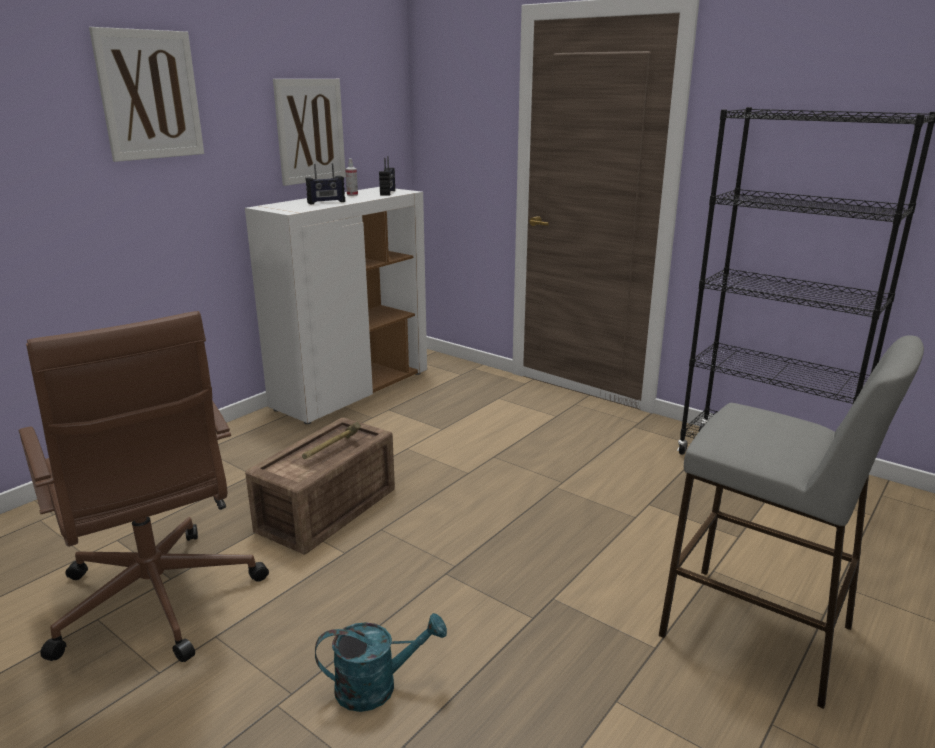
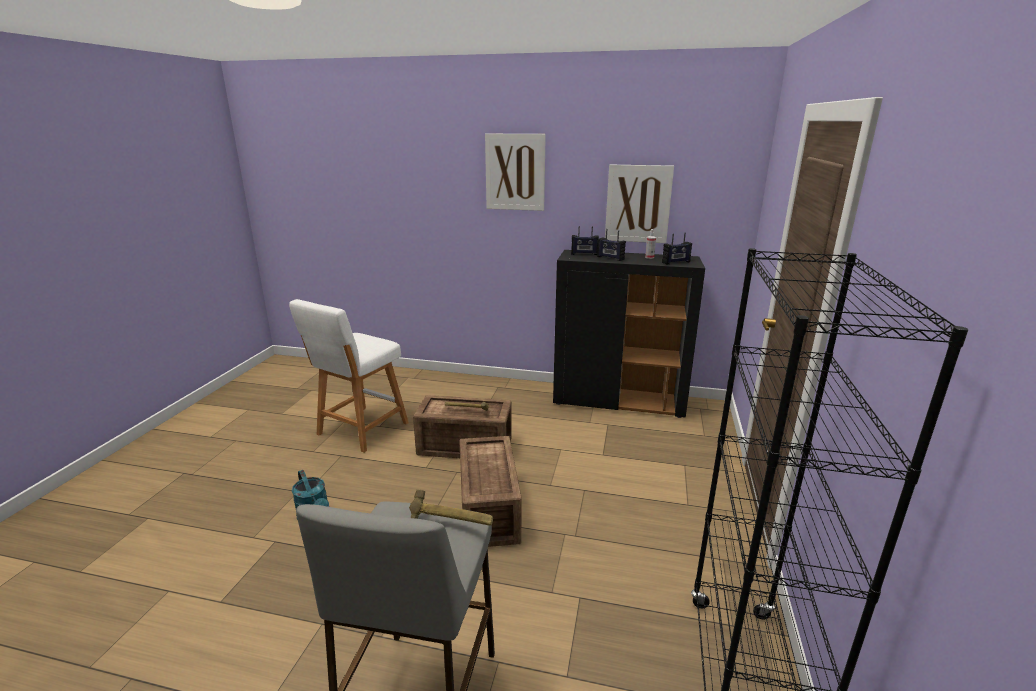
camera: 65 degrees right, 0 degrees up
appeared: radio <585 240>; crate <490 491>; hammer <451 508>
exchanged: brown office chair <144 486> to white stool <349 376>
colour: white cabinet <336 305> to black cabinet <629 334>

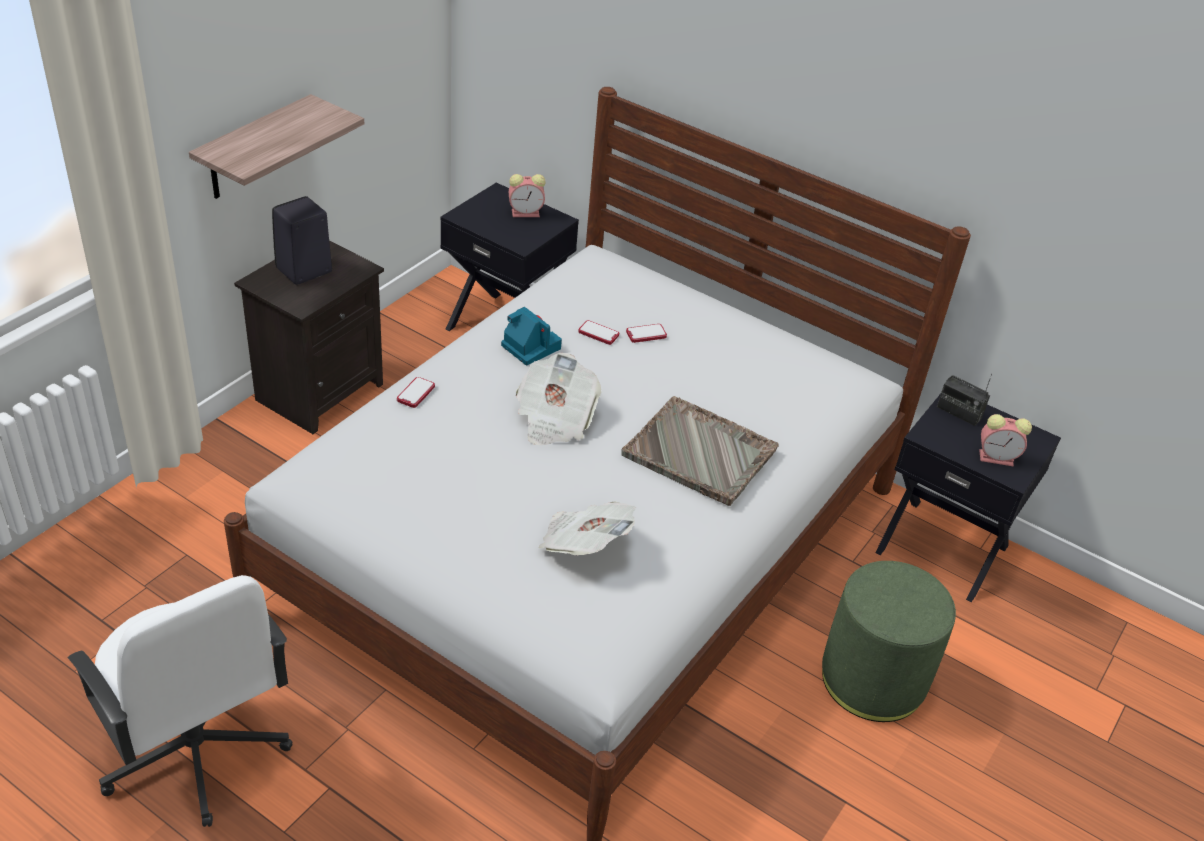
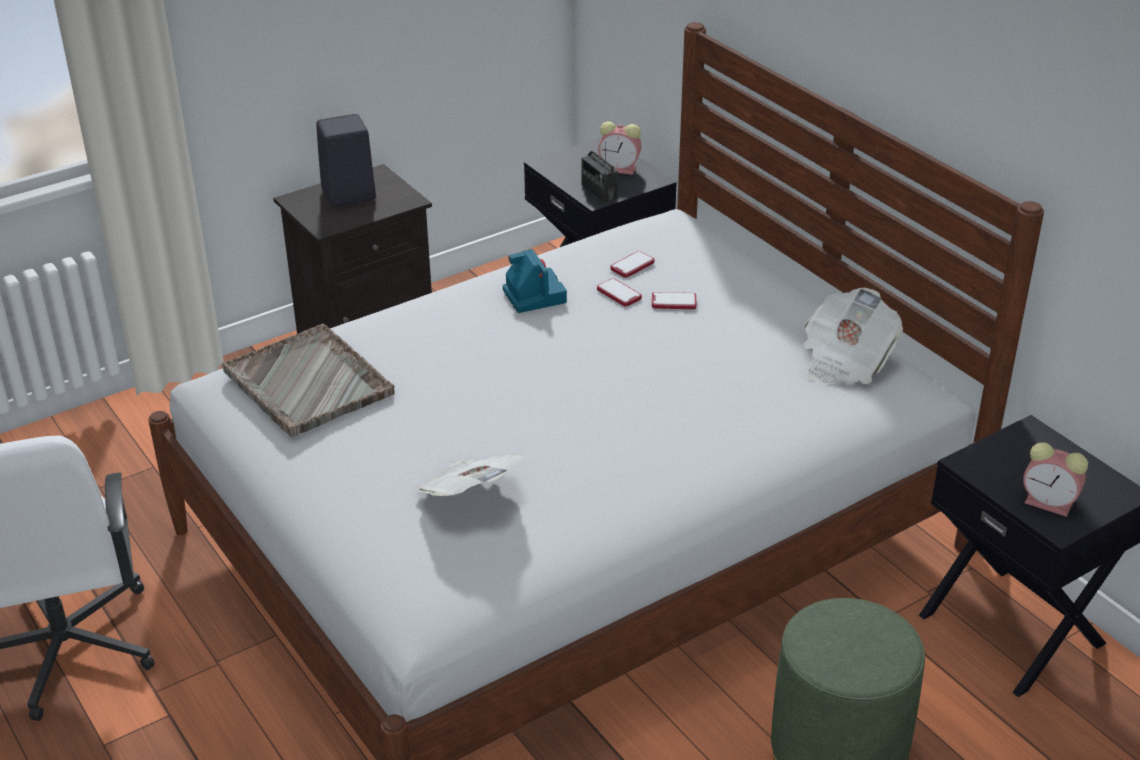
camera: 25 degrees right, 5 degrees down
missing: shelf <276 146>
relocated: newspaper <559 399> to <853 336>; radio <964 400> to <599 172>; phone <416 392> to <632 264>; grey tray <700 451> to <308 380>

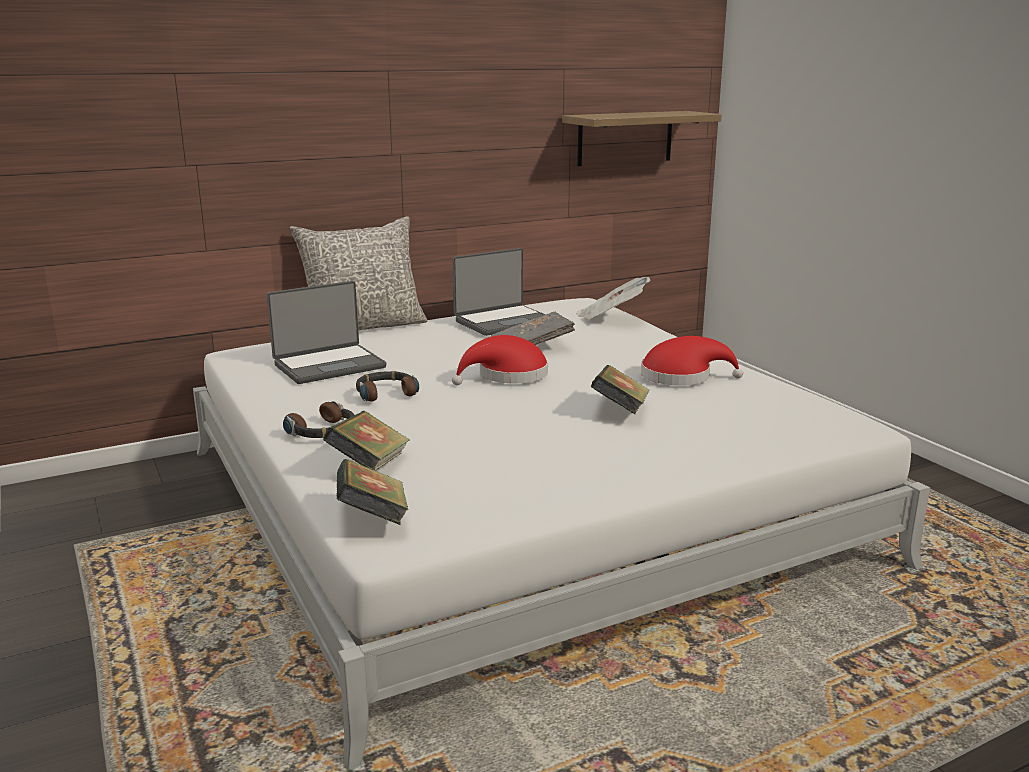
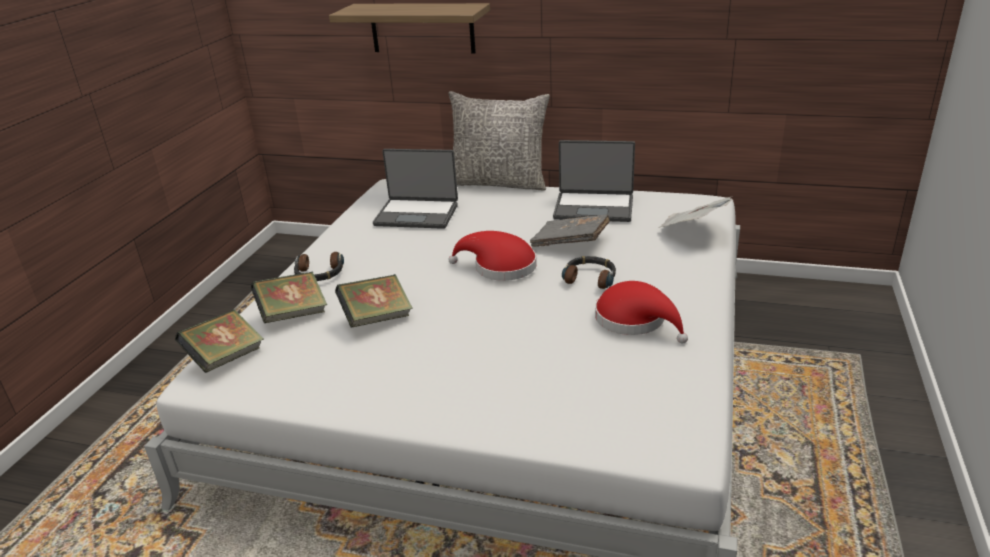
camera: 45 degrees right, 10 degrees up
relocated: shelf <642 138> to <409 28>; book <620 389> to <374 301>; headphones <387 386> to <589 272>

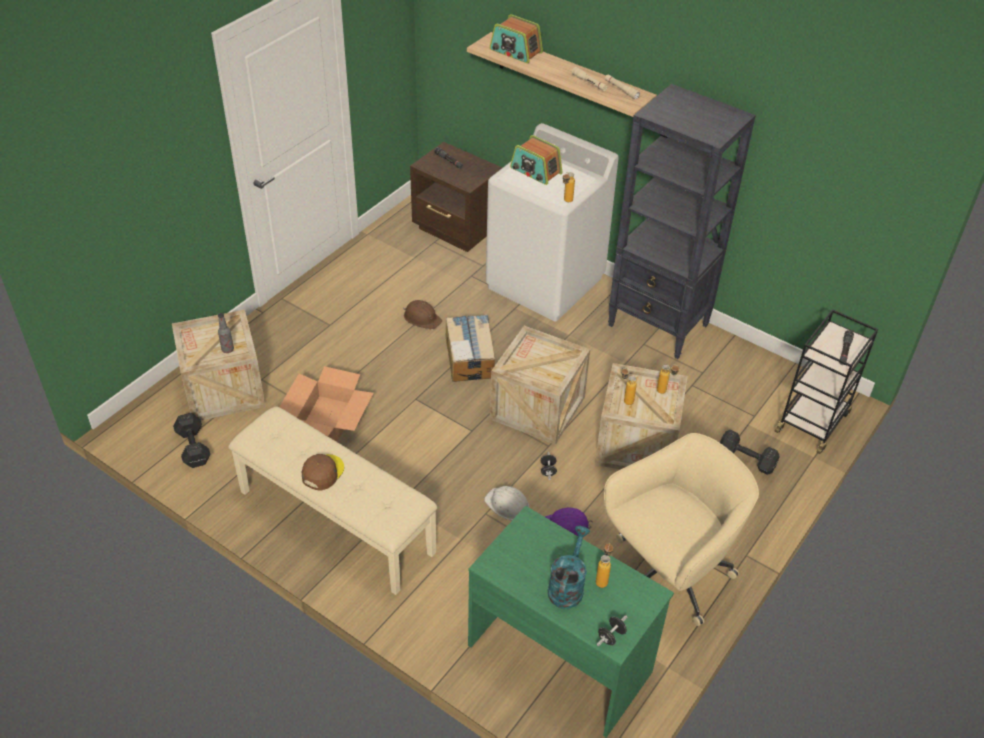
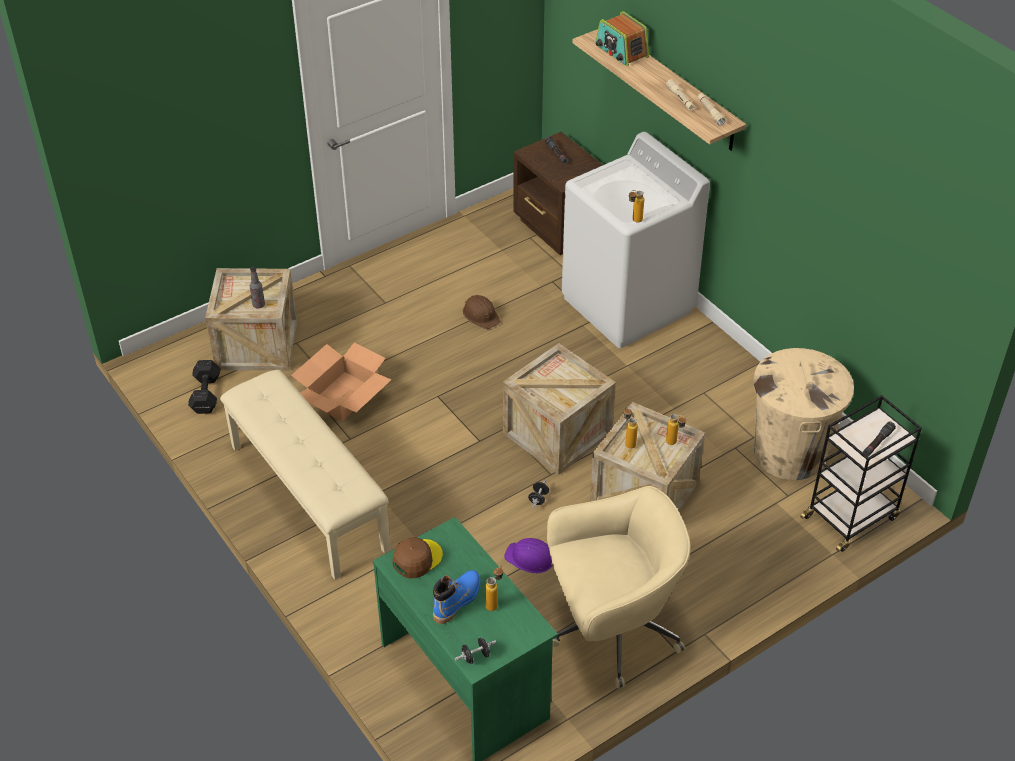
camera: 20 degrees right, 0 degrees up
missing: black bookcase <682 221>; radio <536 160>; cardboard box <470 348>; black dumbbell <749 452>; white hard hat <507 503>
appeared: beige trash can <803 414>
relocated: brown cap <323 472> to <418 557>
exchanged: turquoise watering can <569 567> to blue boot <457 597>

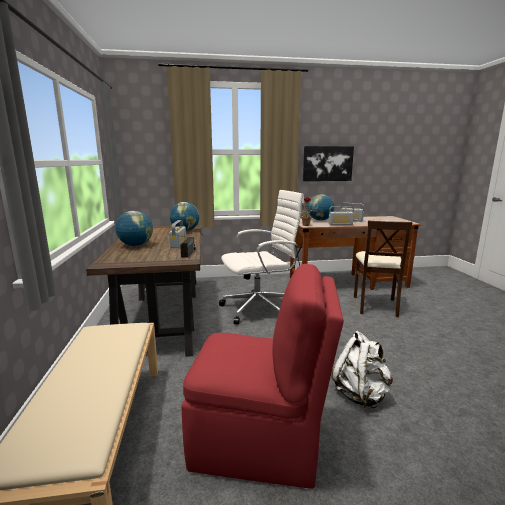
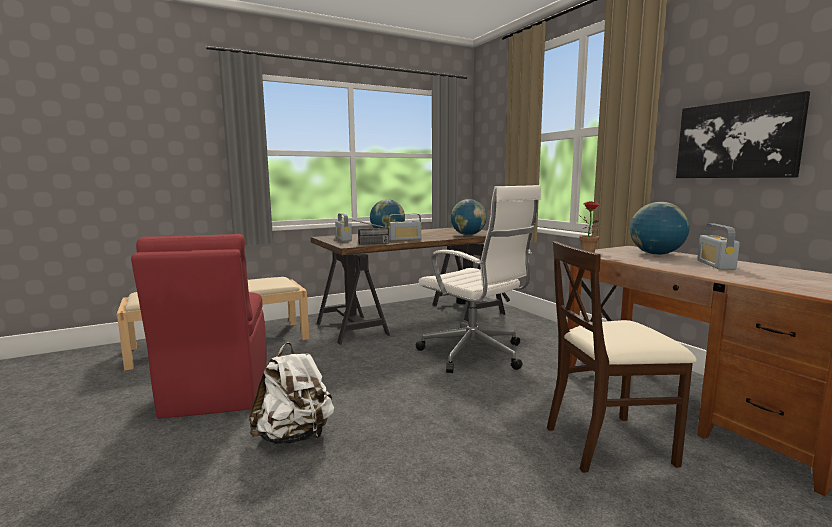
camera: 70 degrees right, 5 degrees down
relocated: radio <341 215> to <343 227>

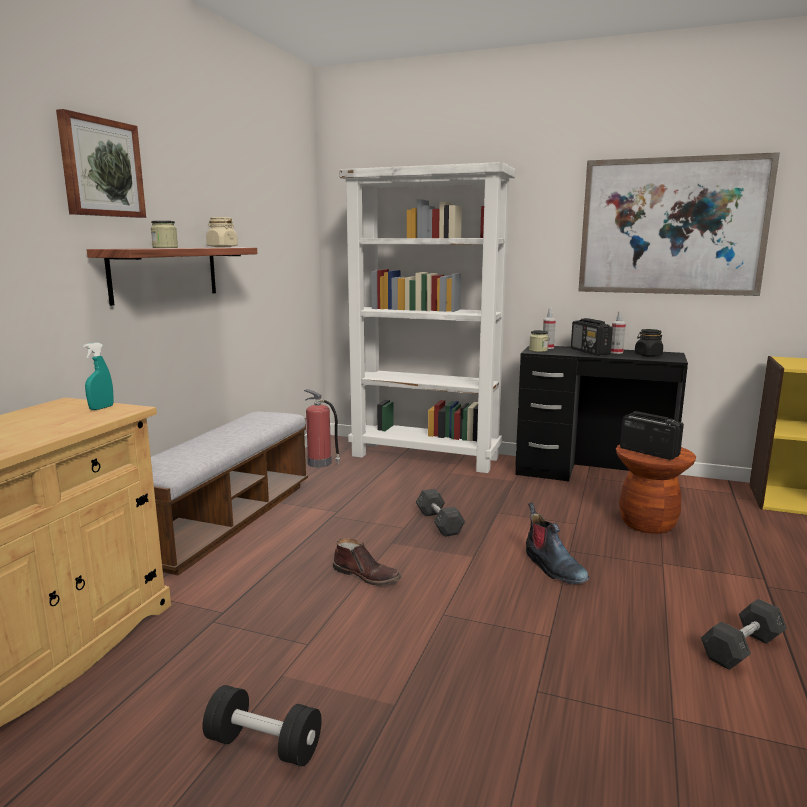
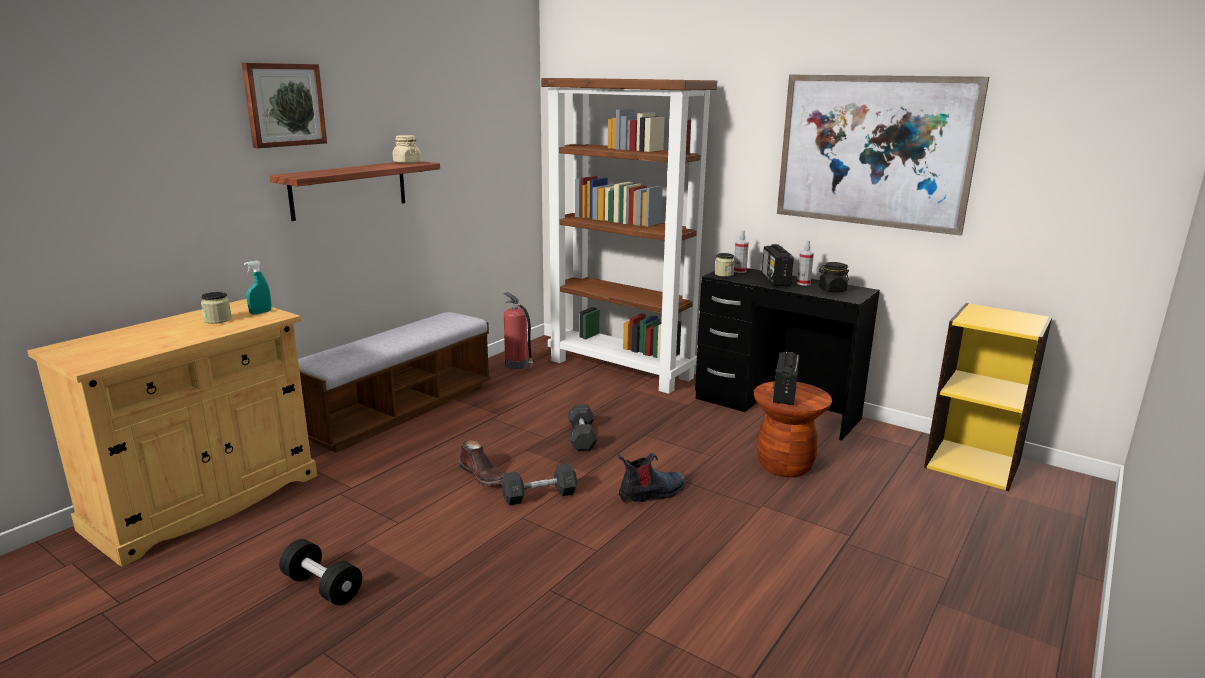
camera: 15 degrees right, 5 degrees up
relocated: jar <164 234> to <216 308>; grey dumbbell <744 634> to <539 484>
colour: white bookcase <427 317> to brown bookcase <629 236>
spun: radio <652 435> = <786 378> 135 degrees counterclockwise; boot <557 544> = <651 477> 105 degrees counterclockwise

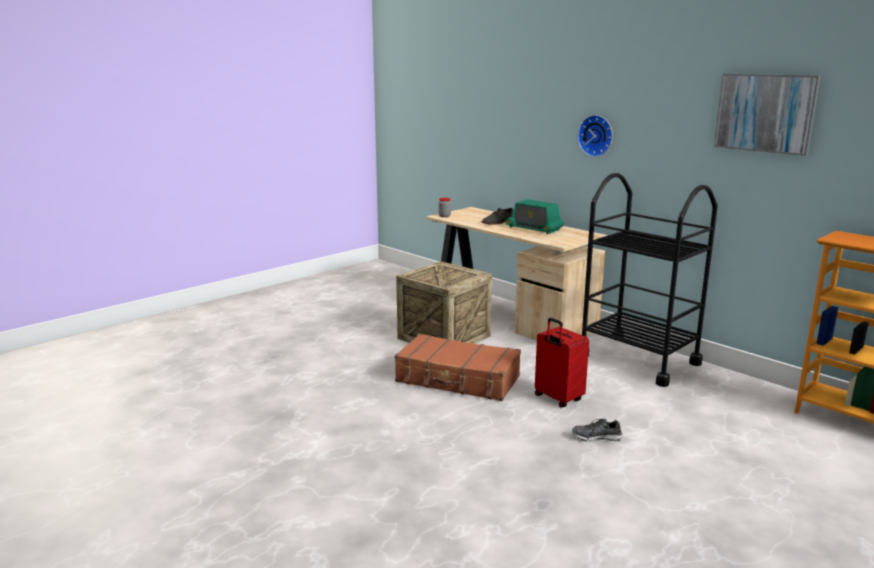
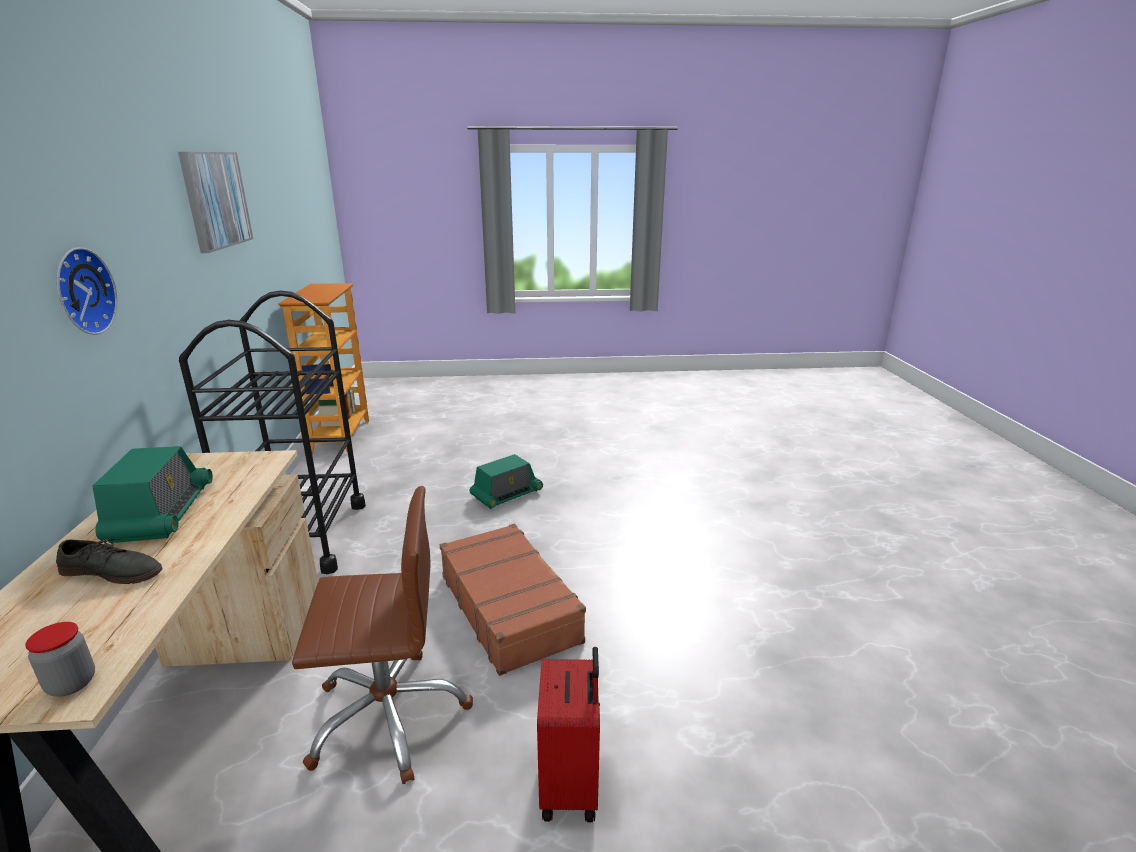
camera: 140 degrees left, 5 degrees up
relocated: red suitcase <562 363> to <568 734>
exchanged: crate <444 302> to brown office chair <382 635>; shoe <597 430> to radio <506 481>

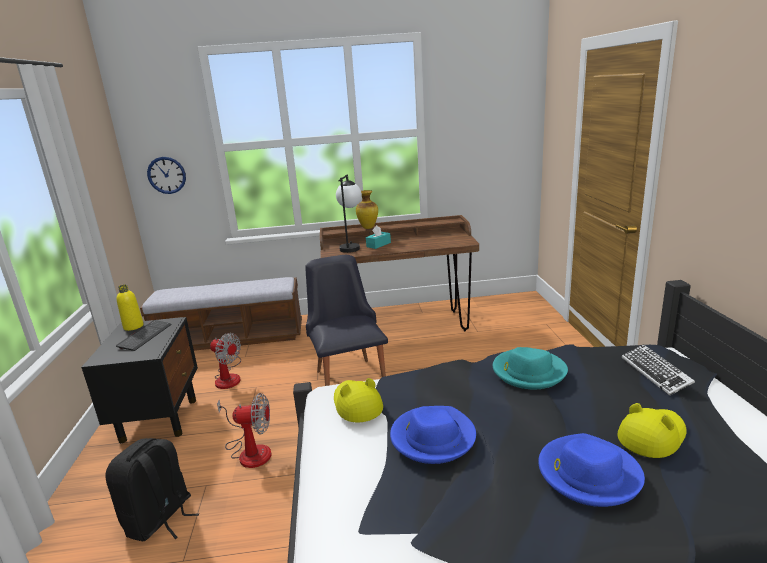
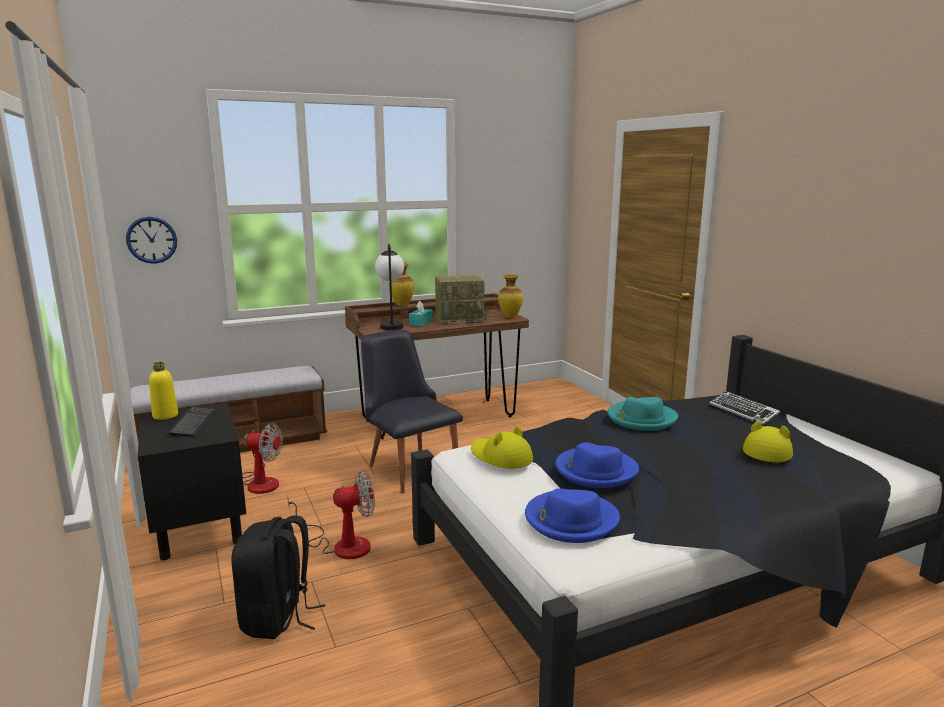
camera: 20 degrees left, 5 degrees down
appeared: radio <461 299>; vase <510 296>
relocated: blue hat <591 470> to <572 515>

